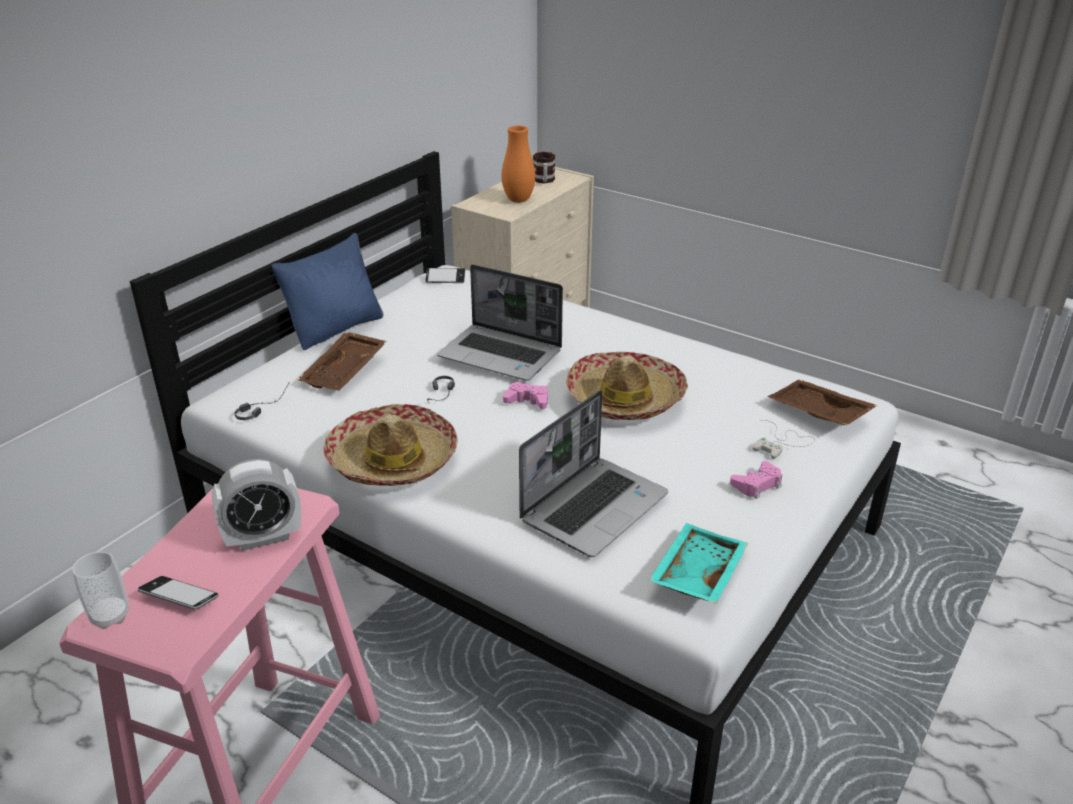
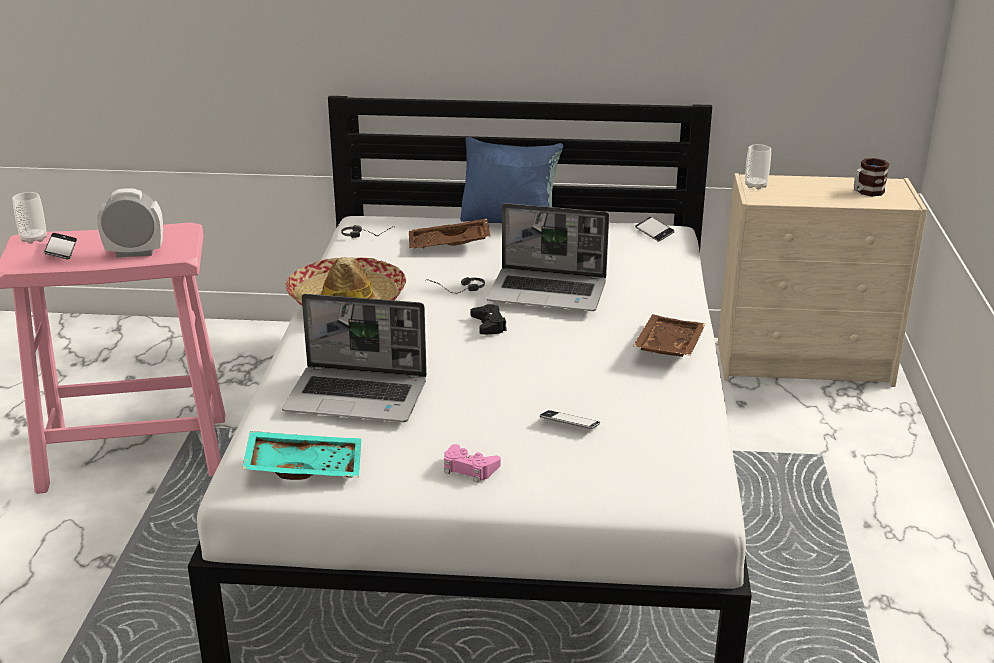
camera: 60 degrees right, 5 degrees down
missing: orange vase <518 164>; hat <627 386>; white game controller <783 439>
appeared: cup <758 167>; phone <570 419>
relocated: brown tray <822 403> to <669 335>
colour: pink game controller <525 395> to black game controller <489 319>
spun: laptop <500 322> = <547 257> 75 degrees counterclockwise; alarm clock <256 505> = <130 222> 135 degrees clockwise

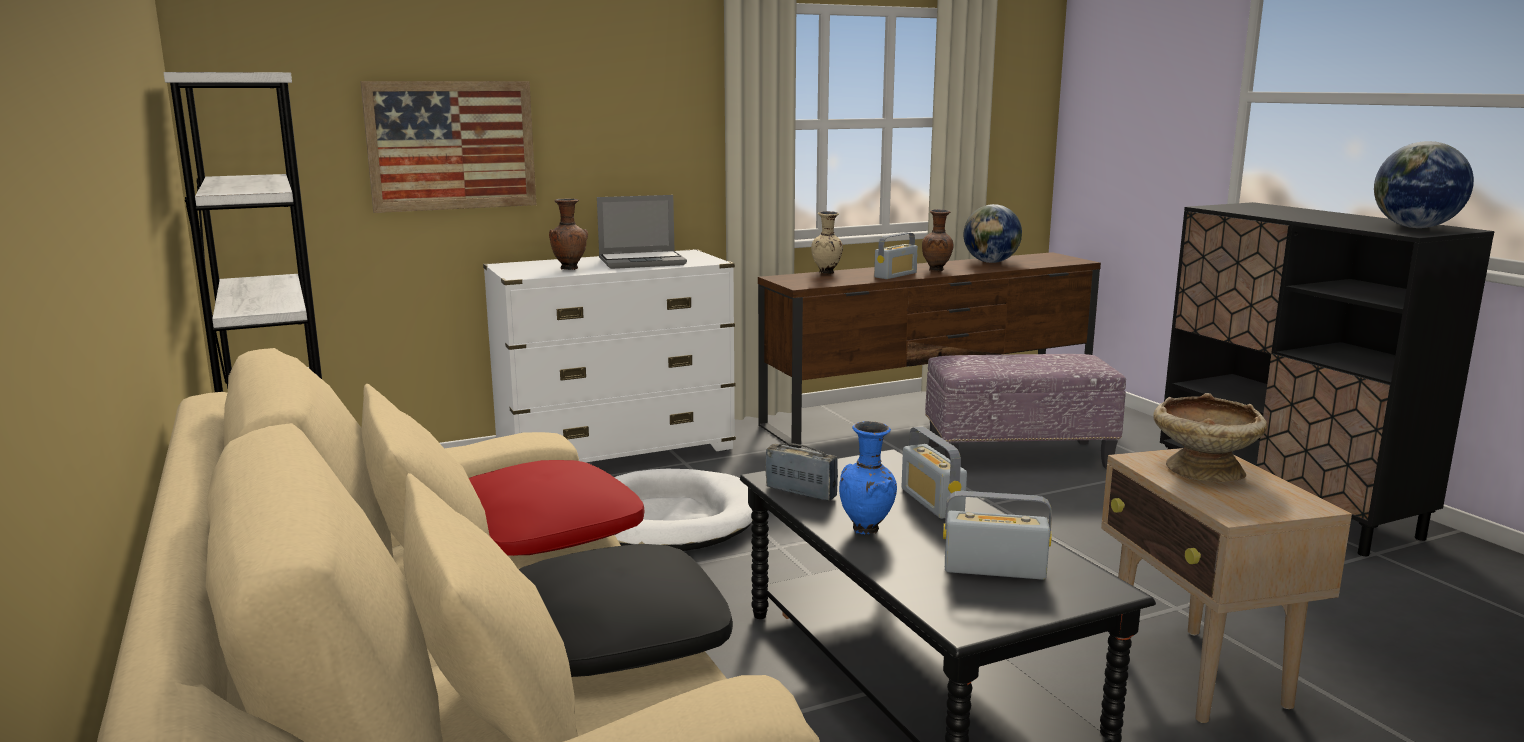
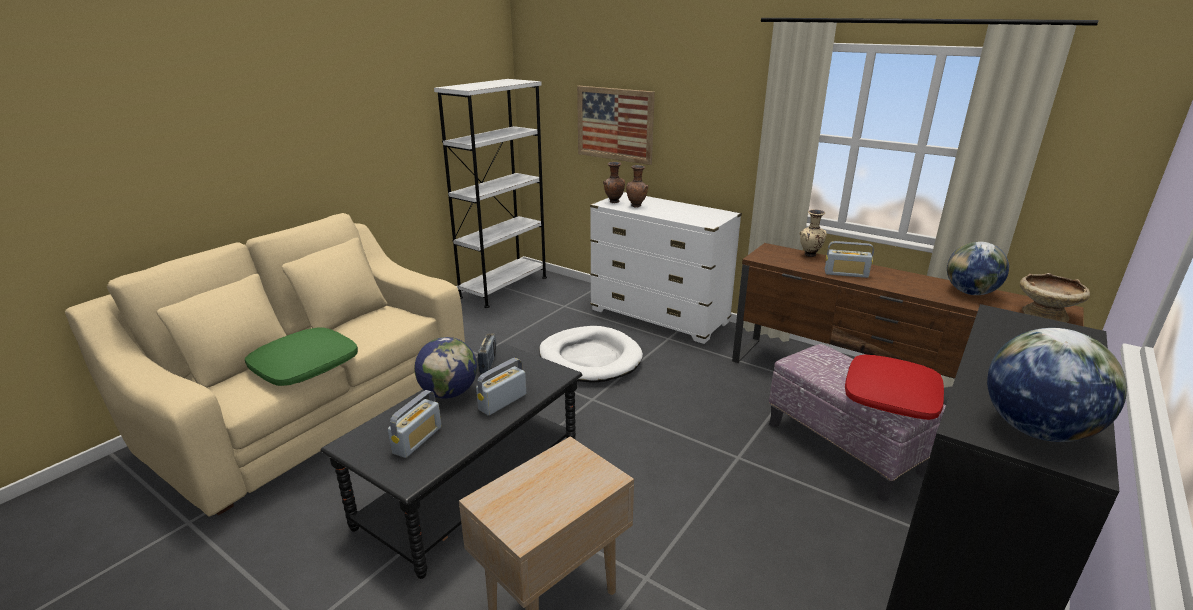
camera: 60 degrees right, 10 degrees up
missing: laptop <642 232>
relocated: brown vase <938 240> to <614 182>; beige bowl <1210 437> to <1055 298>; red pillow <556 508> to <894 387>
exchanged: blue vase <868 477> to globe <445 368>
colour: black pillow <626 610> to green pillow <301 357>
spun: radio <997 535> = <415 424> 45 degrees clockwise

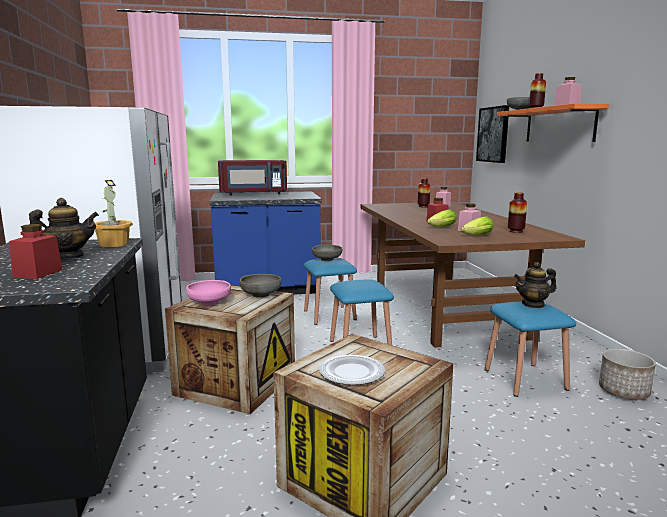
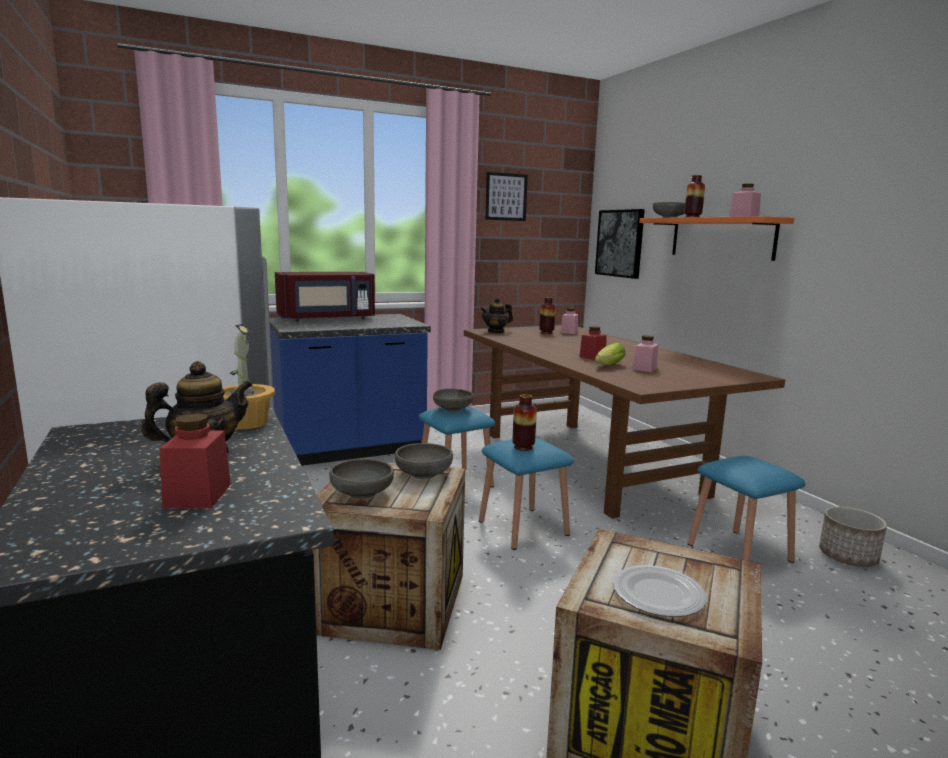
camera: 15 degrees left, 0 degrees up
missing: lettuce <477 226>
appeared: picture <506 196>
relocated: vase <517 212> to <525 422>; teapot <535 285> to <496 315>
colour: pink bowl <208 293> to grey bowl <361 478>

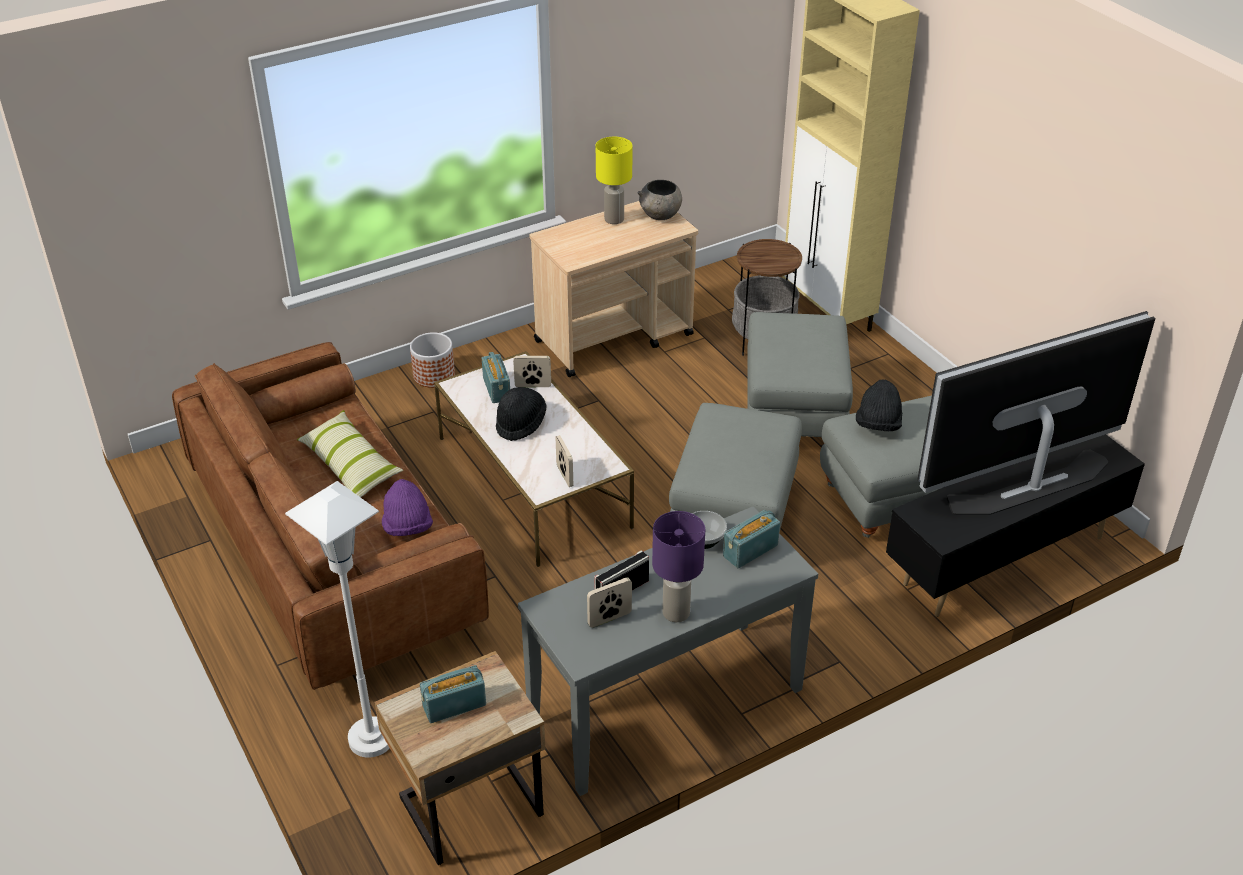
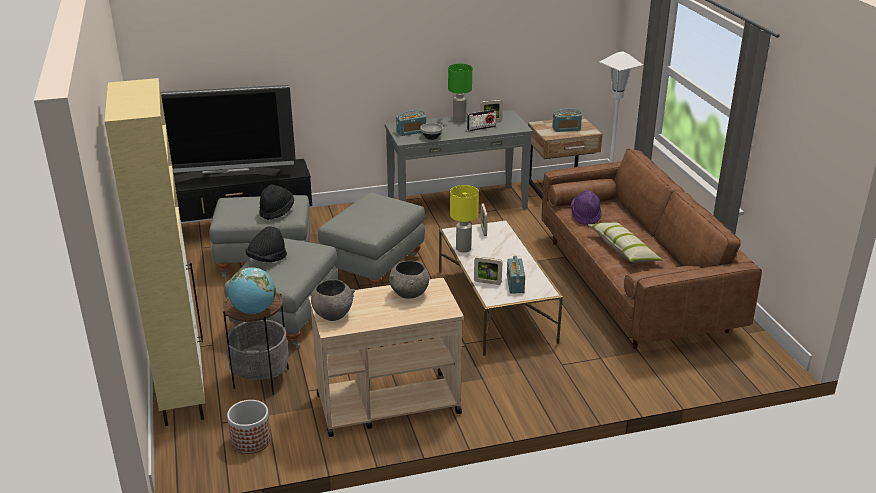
camera: 165 degrees left, 10 degrees down
appeared: grey bowl <409 280>; globe <252 290>
relocated: yellow table lamp <614 180> to <464 218>; planter <432 360> to <249 427>; black hat <521 414> to <266 244>
colour: purple table lamp <678 566> to green table lamp <460 93>

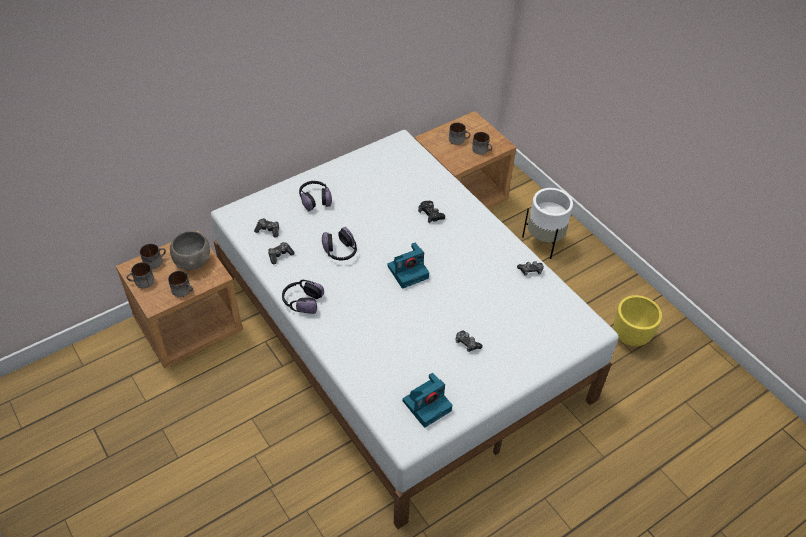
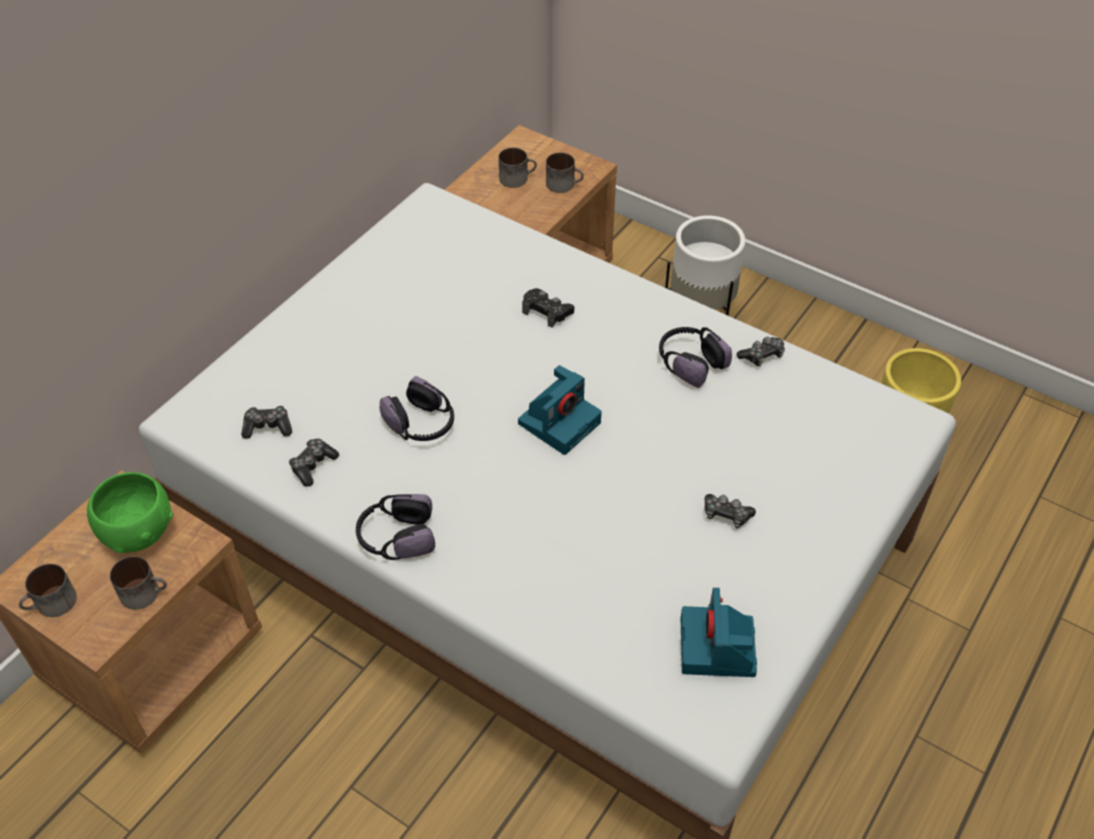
camera: 20 degrees left, 0 degrees up
missing: mug <153 256>
relocated: headphones <315 196> to <695 357>
colour: grey bowl <190 250> to green bowl <130 512>
spun: photo camera <427 400> = <719 632> 150 degrees clockwise

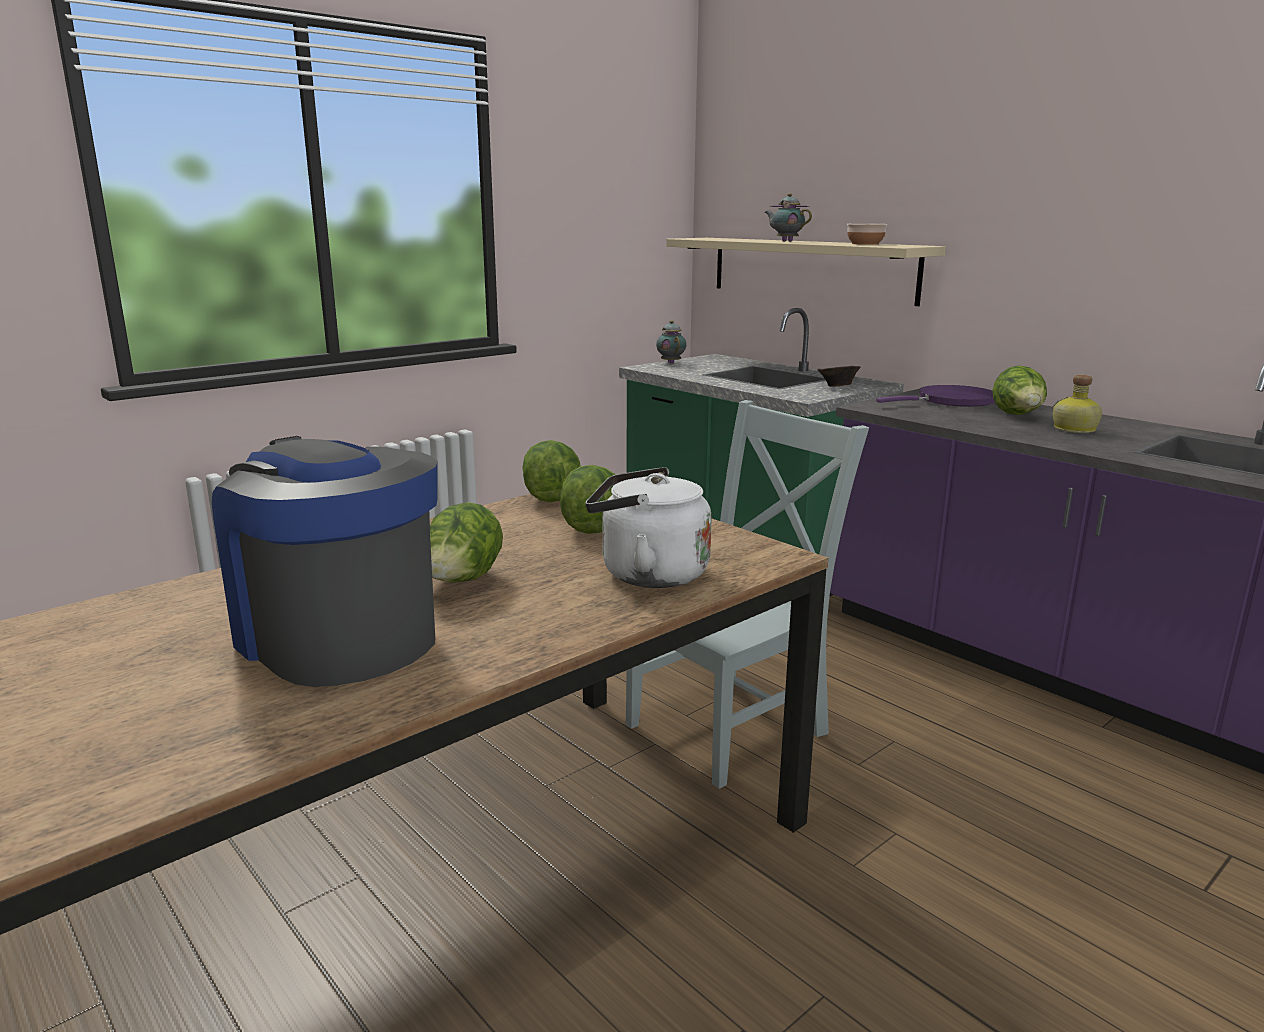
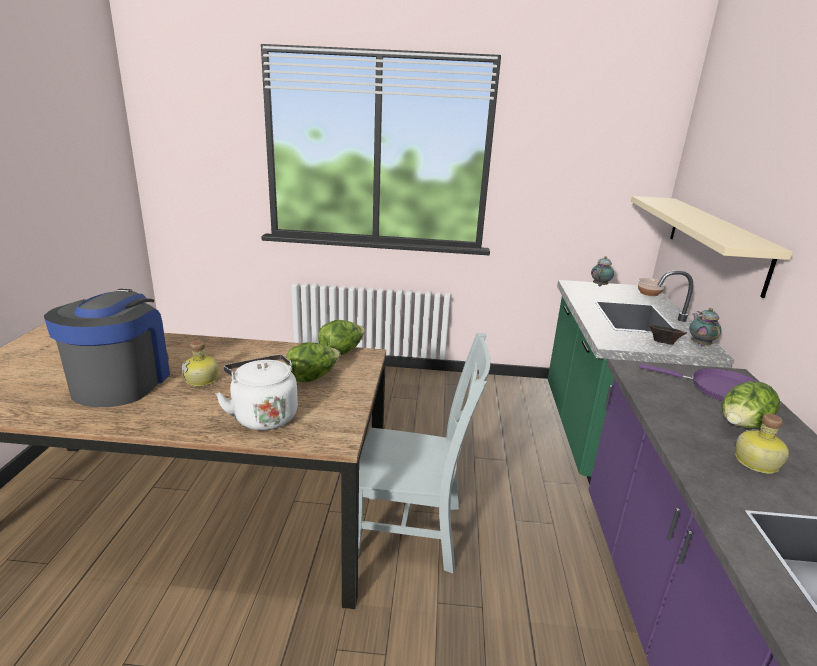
camera: 45 degrees right, 5 degrees up
relocated: teapot <788 217> to <705 327>; bowl <867 234> to <651 287>
exchanged: lettuce <466 542> to bottle <200 364>

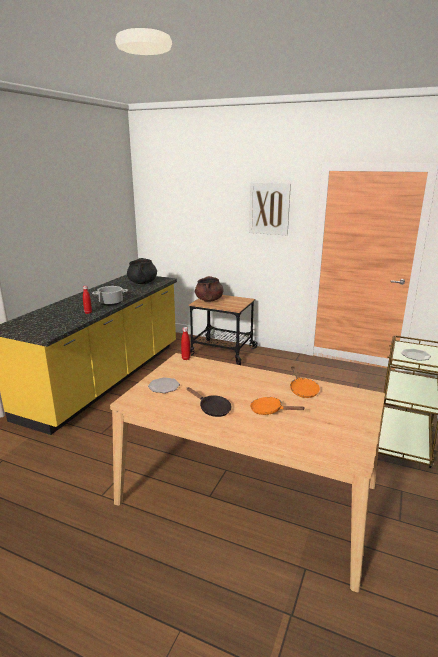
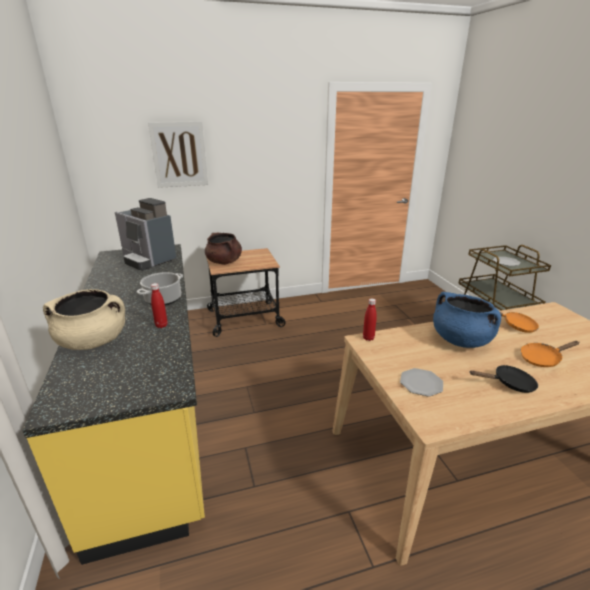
camera: 40 degrees left, 5 degrees up
appeared: beige cooking pot <84 319>; blue cooking pot <467 320>
relocated: picture <270 209> to <178 154>
exchanged: black cooking pot <142 271> to coffee machine <145 234>

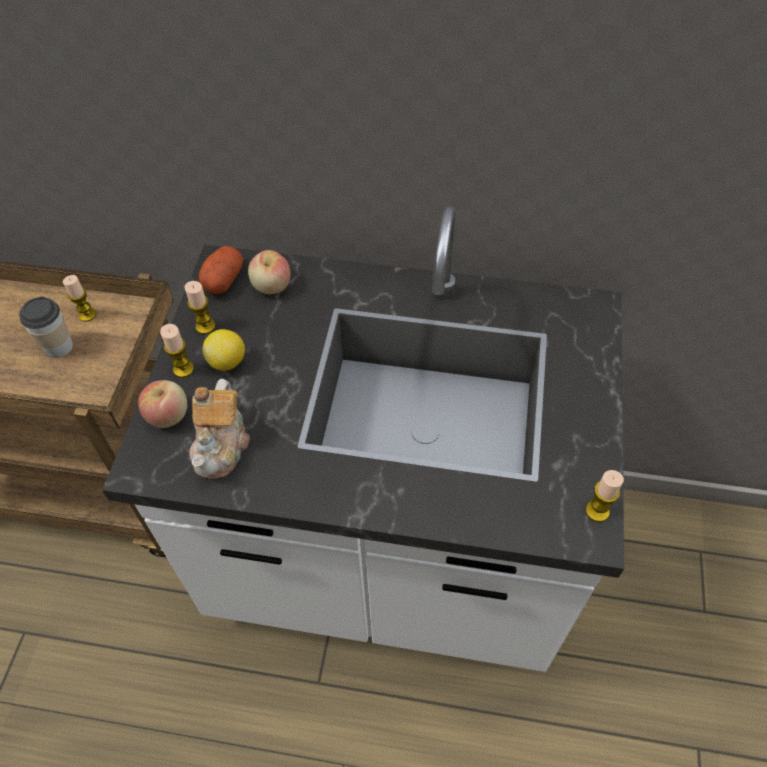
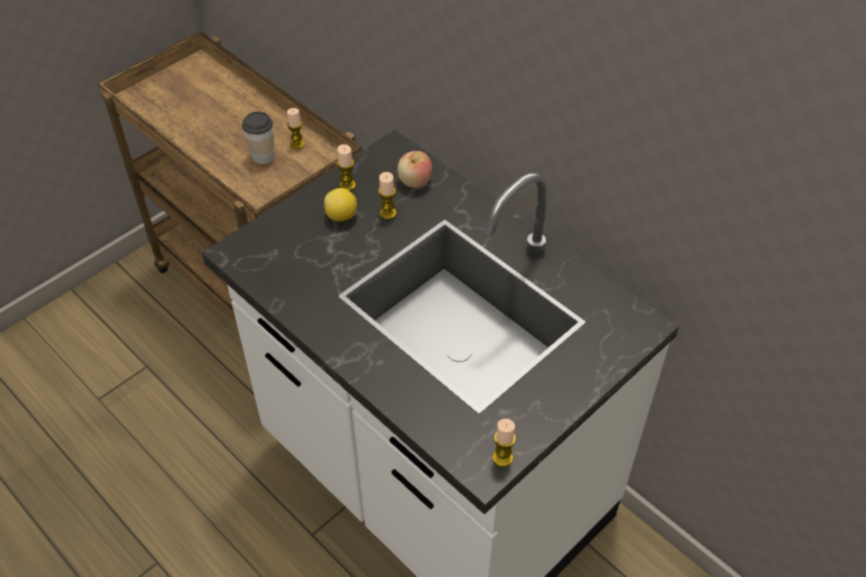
camera: 35 degrees right, 5 degrees down
missing: potato <221 270>; teapot <219 429>; apple <162 404>
relocated: candle <177 351> to <387 196>

